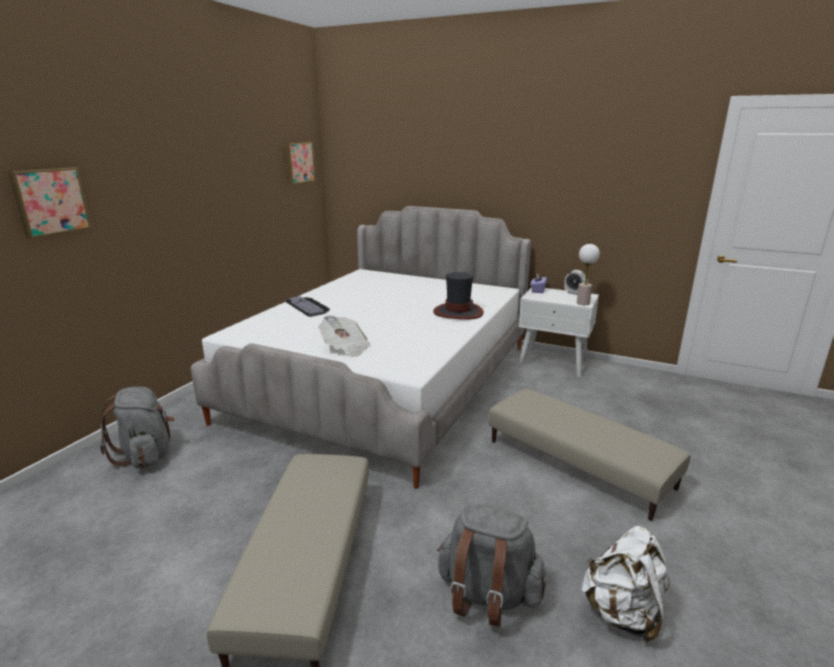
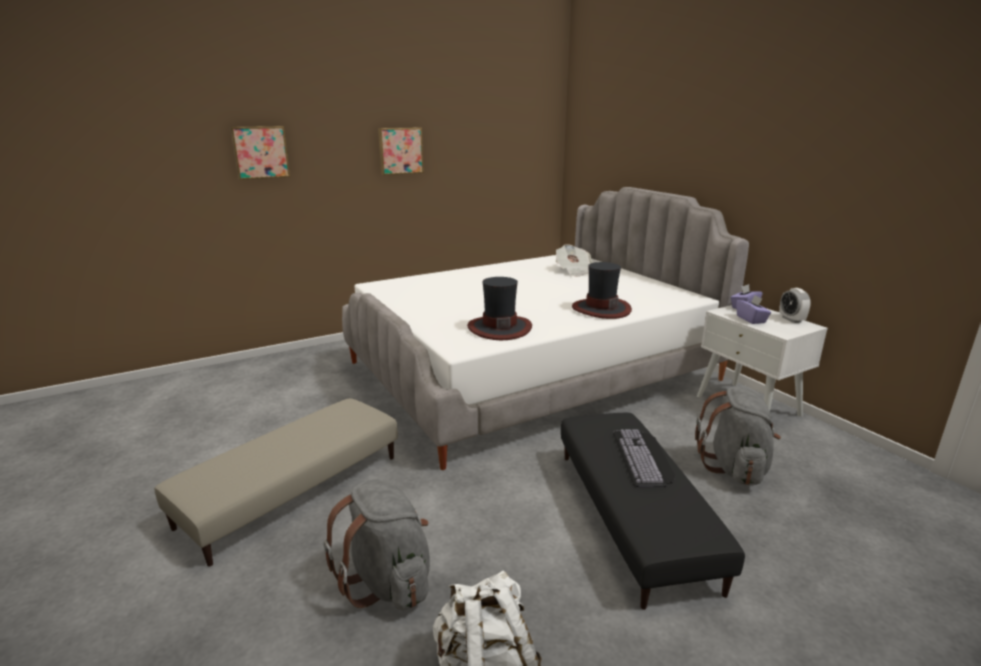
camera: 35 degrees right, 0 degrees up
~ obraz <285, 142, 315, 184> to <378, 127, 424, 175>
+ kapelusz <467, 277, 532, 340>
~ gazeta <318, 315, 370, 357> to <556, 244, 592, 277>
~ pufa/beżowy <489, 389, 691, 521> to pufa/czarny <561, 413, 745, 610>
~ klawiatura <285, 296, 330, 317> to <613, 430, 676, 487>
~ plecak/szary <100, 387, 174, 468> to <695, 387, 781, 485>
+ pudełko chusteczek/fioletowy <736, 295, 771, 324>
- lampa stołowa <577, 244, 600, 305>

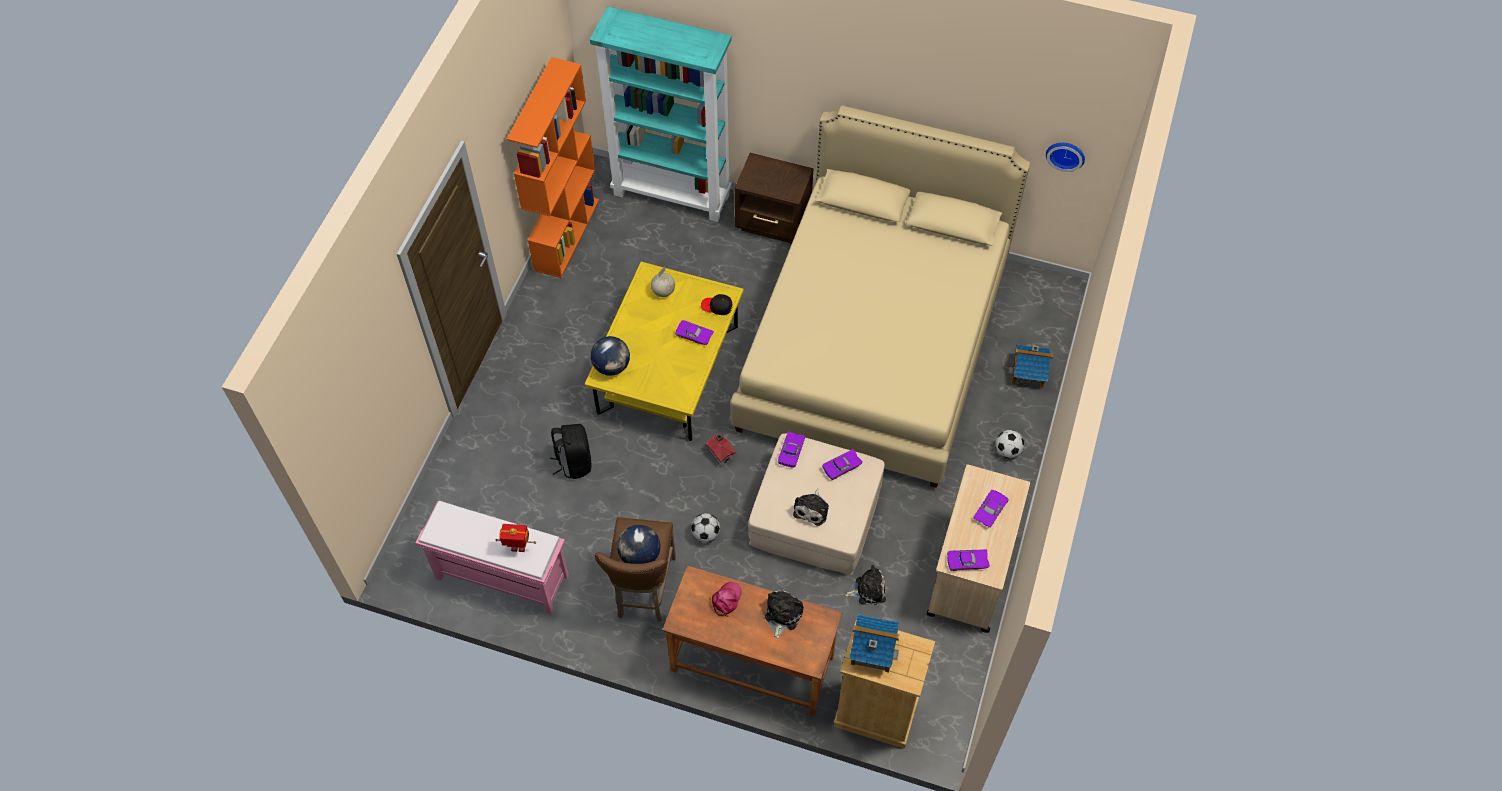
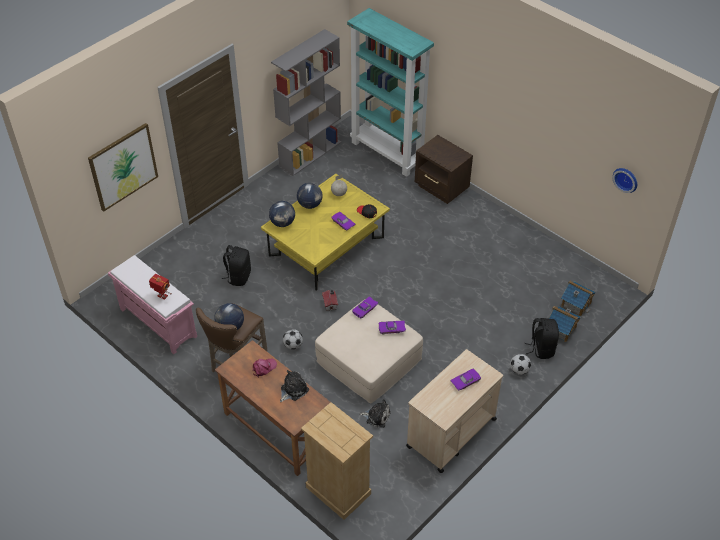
camera: 25 degrees right, 10 degrees down
+ obraz <88, 123, 158, 212>
~ regał/pomarańczowy <507, 57, 599, 278> to regał/szary <271, 29, 341, 176>
+ globus <297, 183, 323, 209>
+ plecak/czarny <524, 318, 559, 359>
~ domek <850, 614, 900, 672> to <561, 280, 596, 316>
- łóżko/beżowy <730, 105, 1030, 488>
- pluszak <793, 489, 829, 526>
- samochodzik/fioletowy <947, 549, 990, 571>

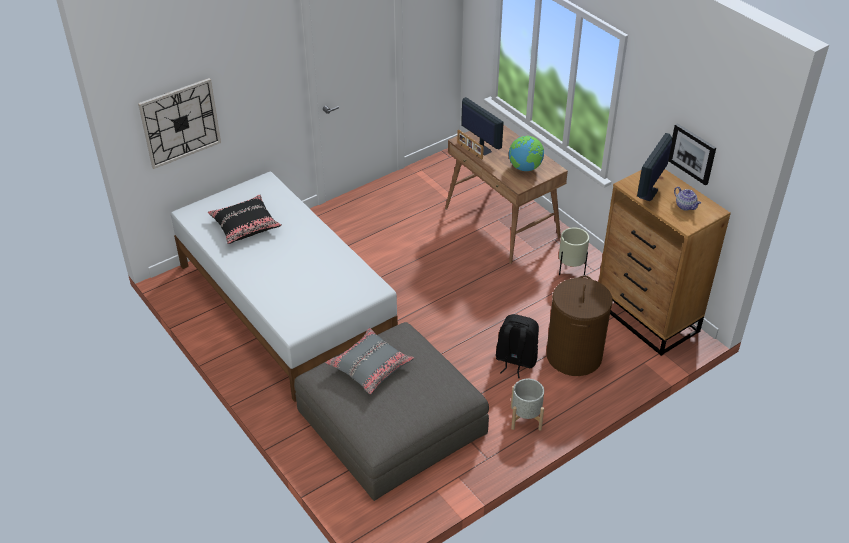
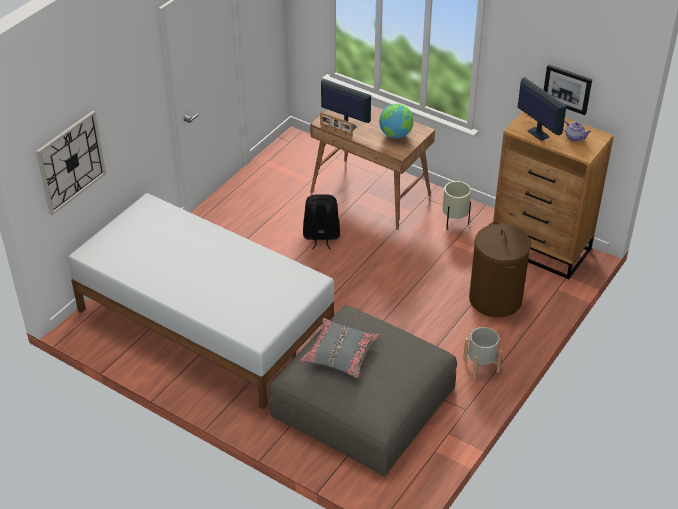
camera: 20 degrees left, 0 degrees up
~ plecak/czarny <496, 314, 539, 378> to <303, 194, 340, 249>
~ monitor <637, 133, 672, 201> = <518, 77, 567, 141> 135 degrees clockwise
- poduszka/czarny <208, 195, 282, 244>

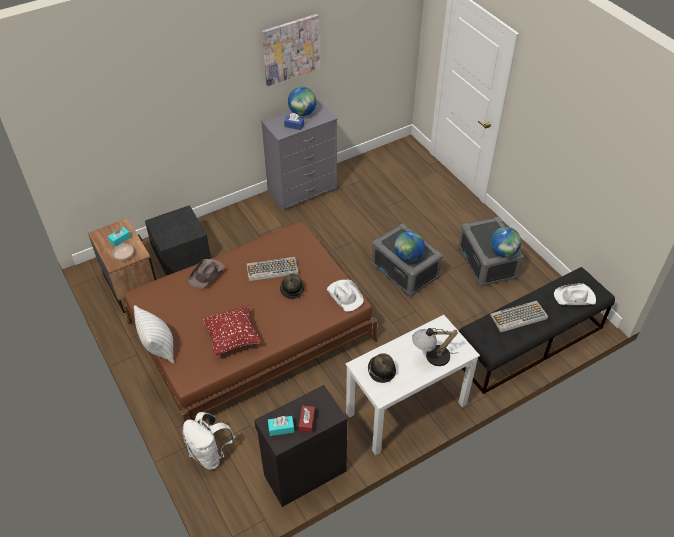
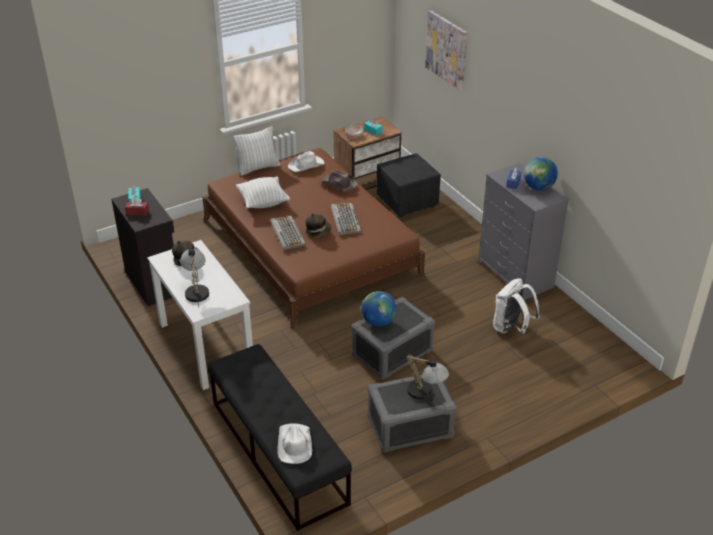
camera: 90 degrees right, 10 degrees down
~ poduszka/czerwony <203, 305, 262, 356> to poduszka/biały <236, 177, 290, 208>
~ klawiatura <490, 301, 548, 332> to <271, 216, 306, 250>
~ kapelusz/biały <327, 280, 364, 312> to <288, 151, 325, 172>
+ lampa stołowa <403, 354, 449, 399>
~ obraz <262, 14, 320, 86> to <425, 10, 467, 91>
~ plecak/biały <182, 412, 236, 470> to <493, 278, 540, 334>
- globus <490, 227, 521, 257>

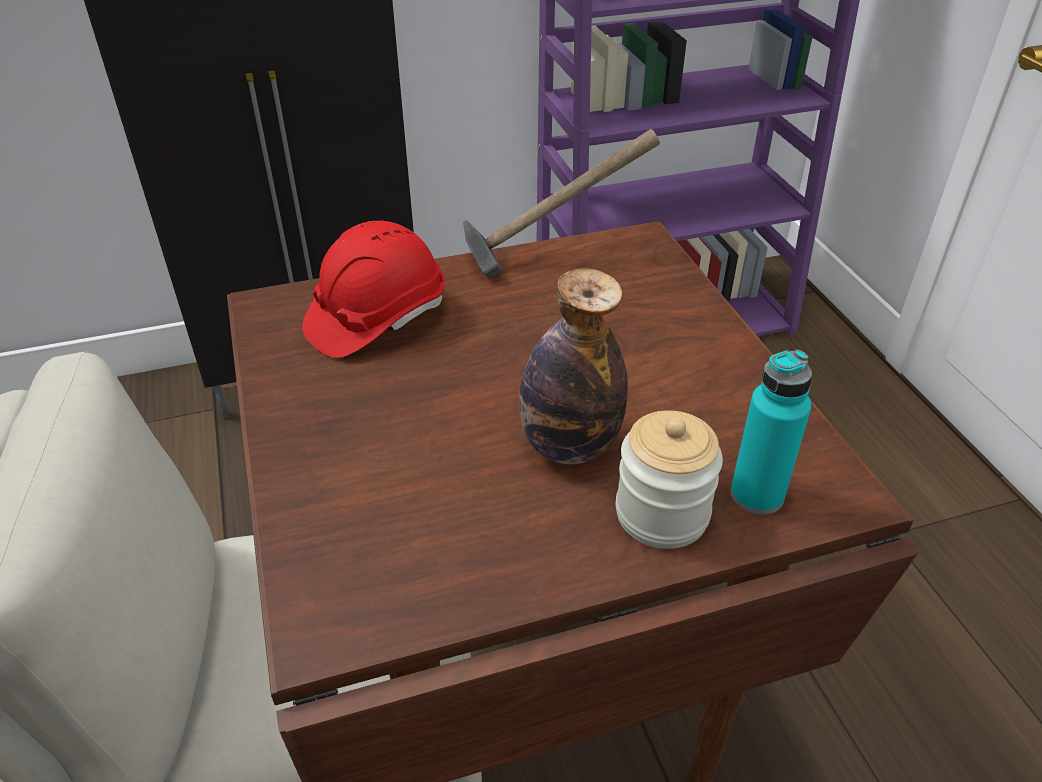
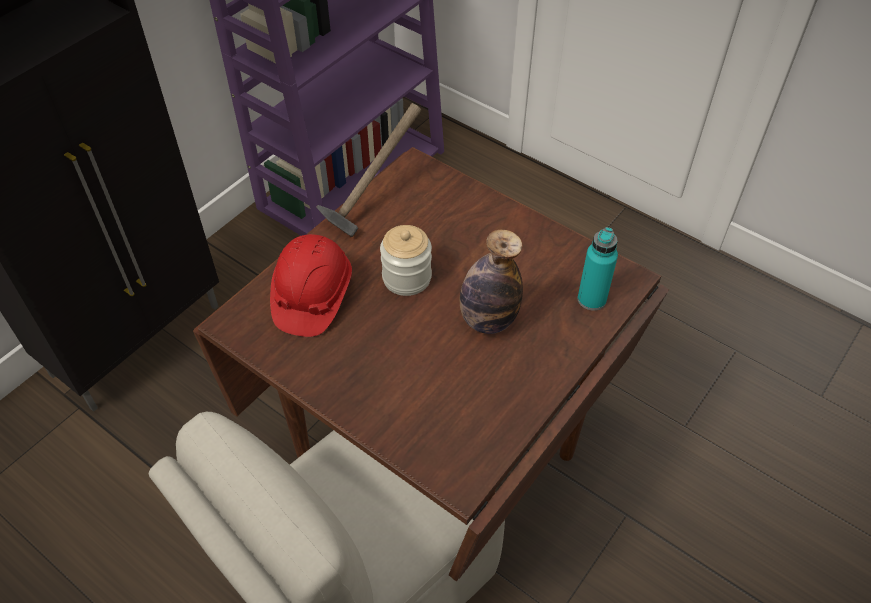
camera: 35 degrees left, 10 degrees up
~ słoik <616, 410, 723, 549> to <380, 225, 432, 296>

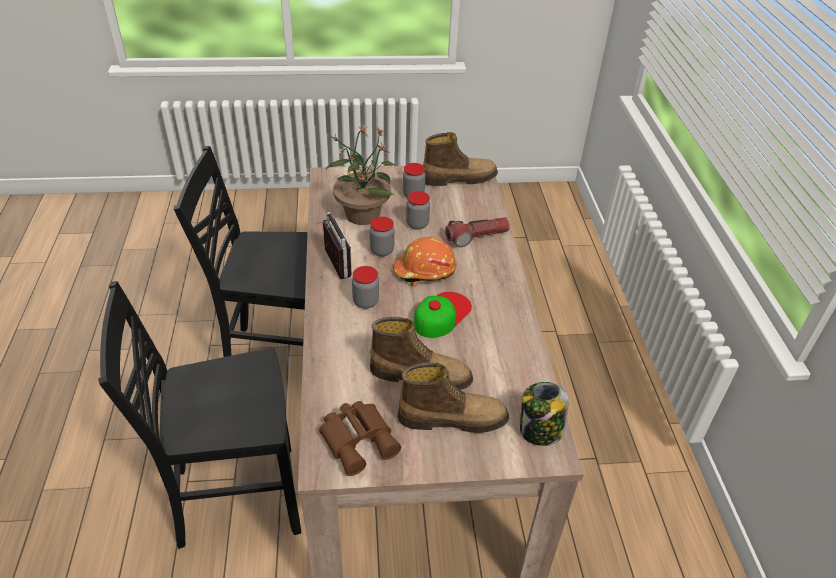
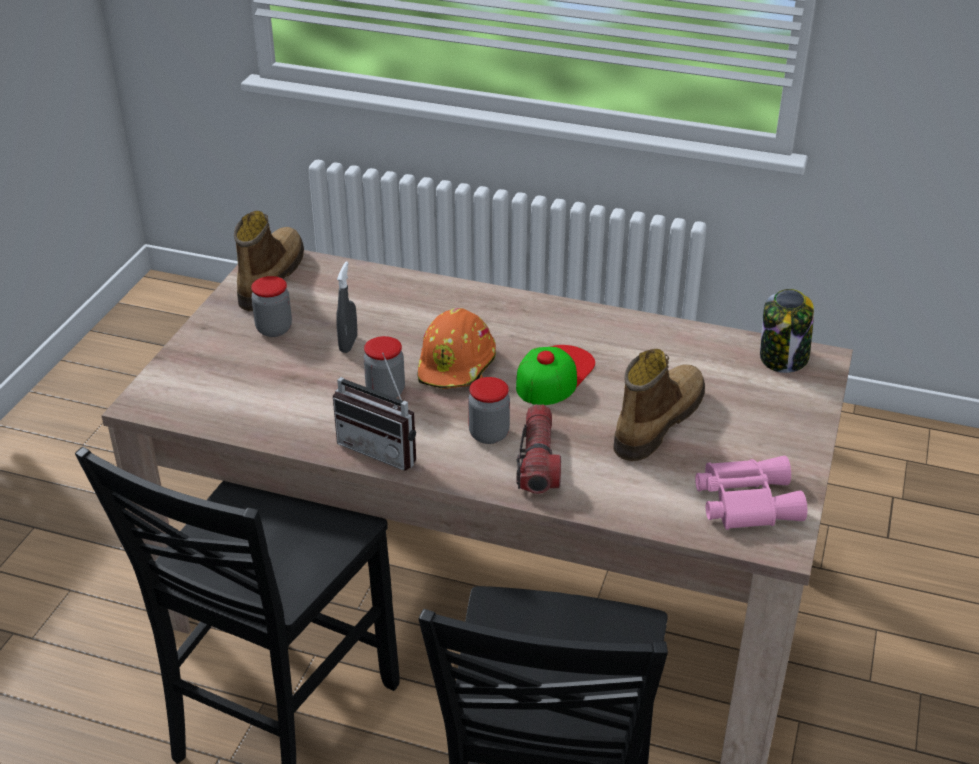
camera: 65 degrees left, 5 degrees down
~ radio <316, 212, 352, 279> = <333, 353, 416, 471> 150 degrees counterclockwise
~ słoik <406, 191, 430, 230> to spryskiwacz/szary <336, 261, 357, 353>
~ czapka z daszkiem <414, 292, 472, 338> = <516, 345, 595, 405> 60 degrees clockwise
~ latarka <445, 217, 509, 247> to <516, 404, 561, 494>
~ lornetka/brązowy <319, 401, 401, 476> to lornetka/różowy <695, 456, 807, 530>
- roślina doniczkowa <326, 125, 394, 225>
- but z cholewką <398, 363, 509, 433>

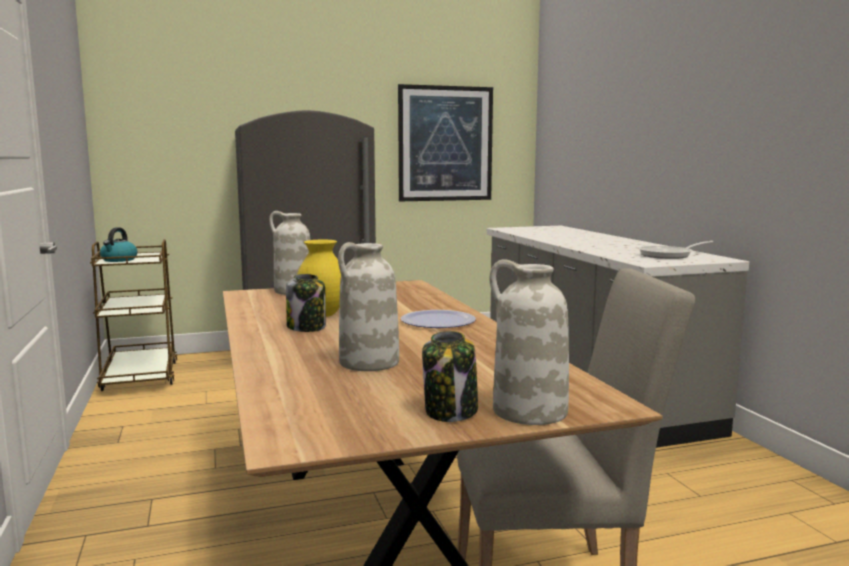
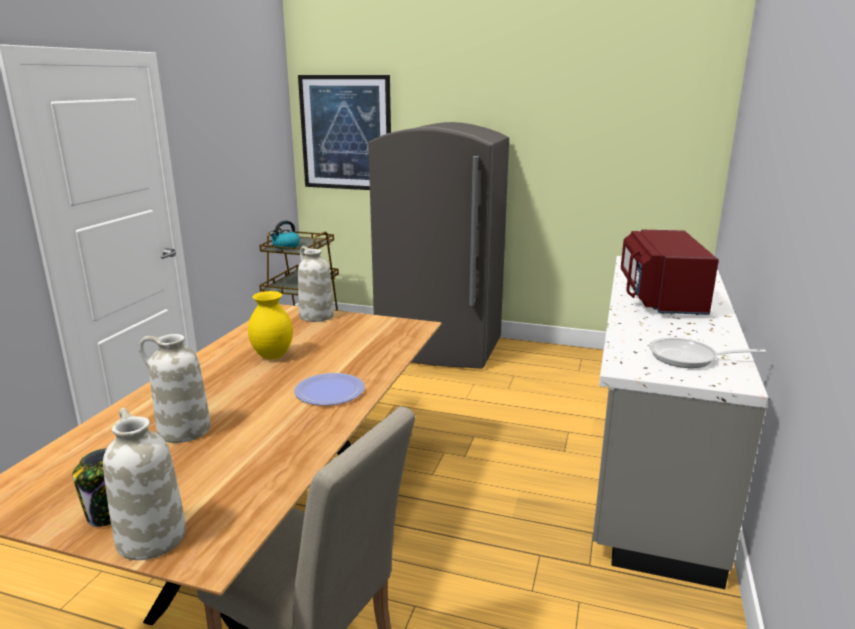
camera: 35 degrees right, 10 degrees up
~ obraz <398, 84, 493, 201> to <298, 75, 391, 190>
+ mikrofalówka/czerwony <621, 230, 719, 315>
- słoik <286, 274, 326, 332>

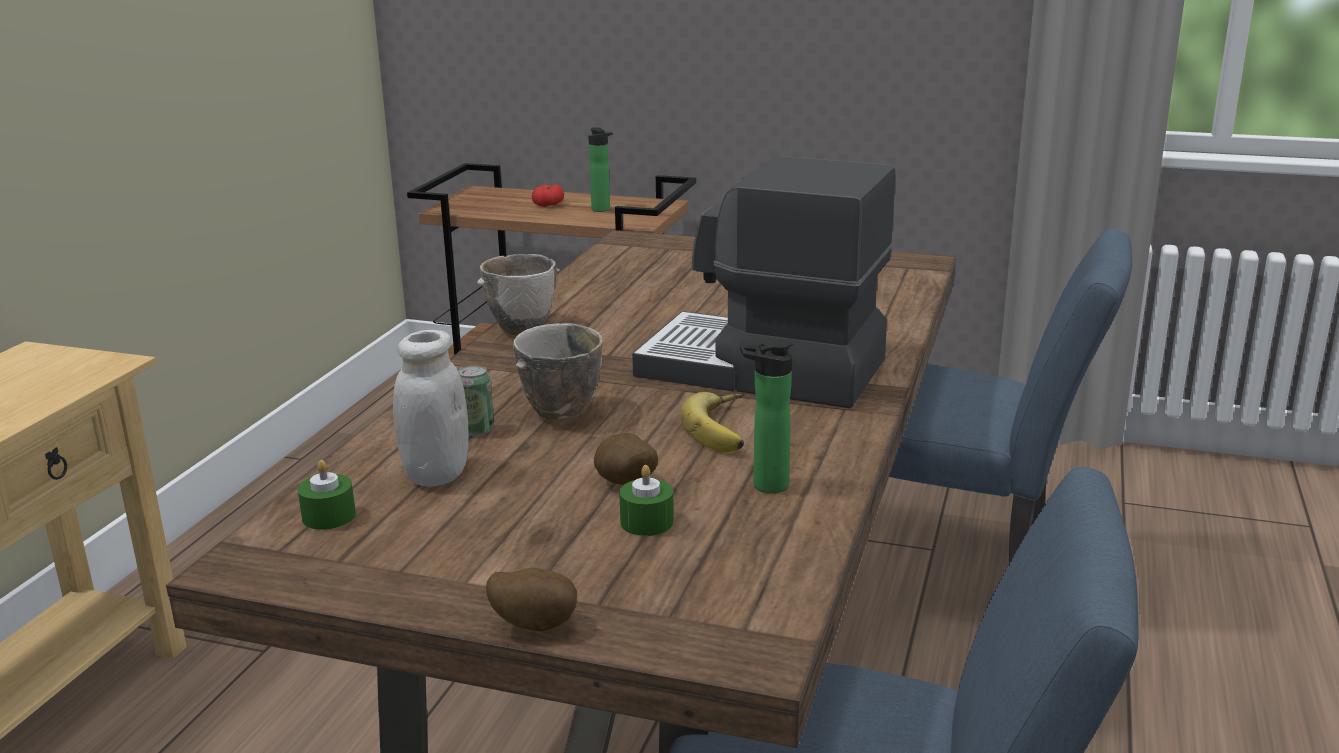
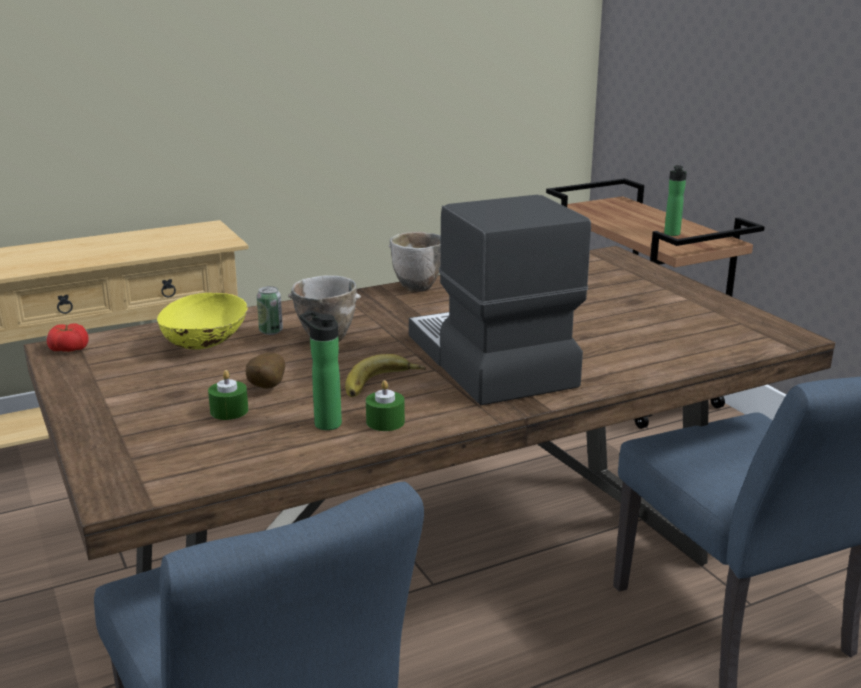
camera: 45 degrees right, 0 degrees up
~ pomidor <532, 184, 564, 207> to <47, 323, 88, 352>
~ słoik/biały <393, 330, 469, 487> to miska/żółty <157, 293, 248, 350>
~ świeca/zielony <298, 460, 356, 530> to <366, 380, 405, 431>
- ziemniak <486, 568, 577, 631>

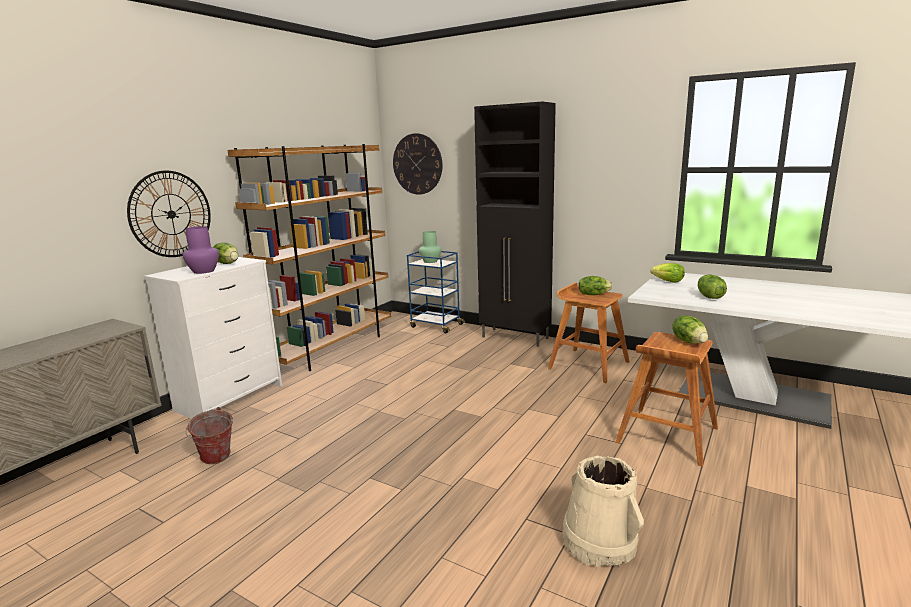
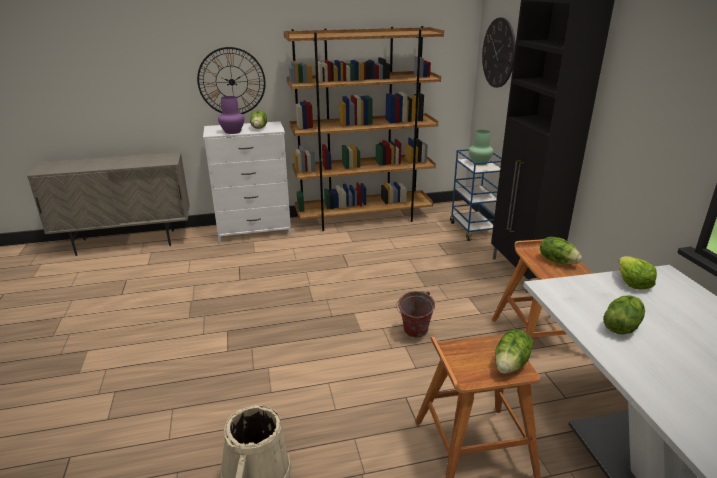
camera: 45 degrees right, 10 degrees up
~ wiadro <186, 407, 233, 464> to <396, 291, 435, 338>

